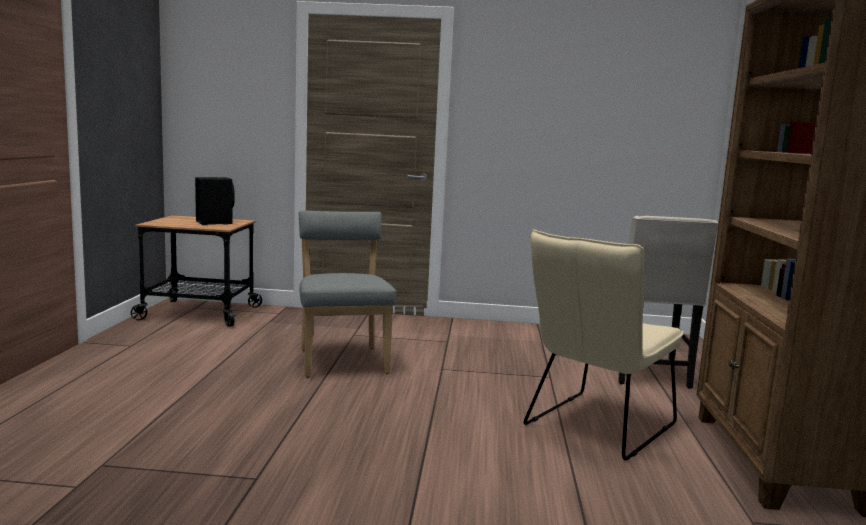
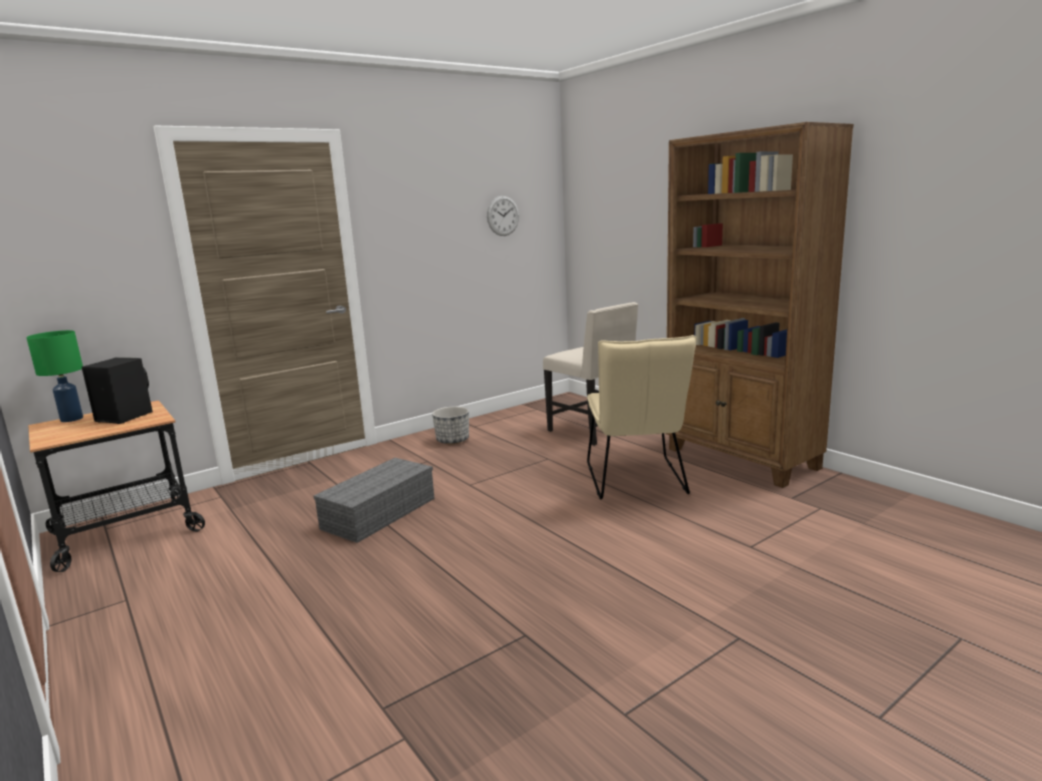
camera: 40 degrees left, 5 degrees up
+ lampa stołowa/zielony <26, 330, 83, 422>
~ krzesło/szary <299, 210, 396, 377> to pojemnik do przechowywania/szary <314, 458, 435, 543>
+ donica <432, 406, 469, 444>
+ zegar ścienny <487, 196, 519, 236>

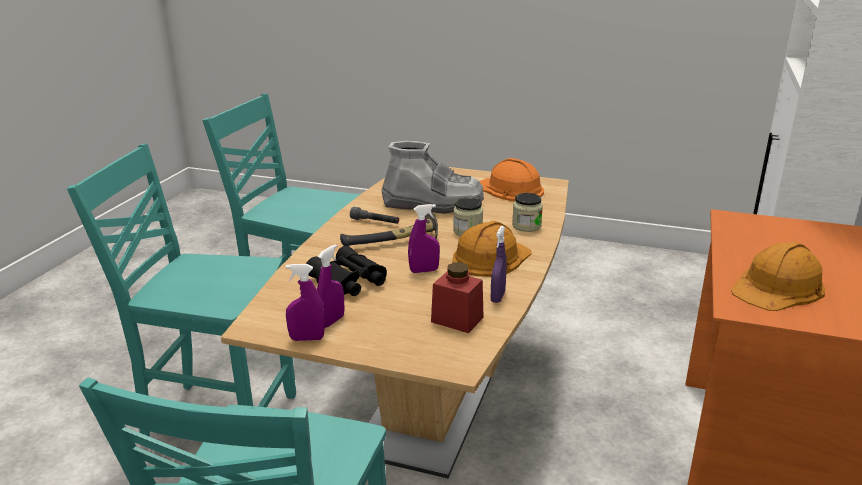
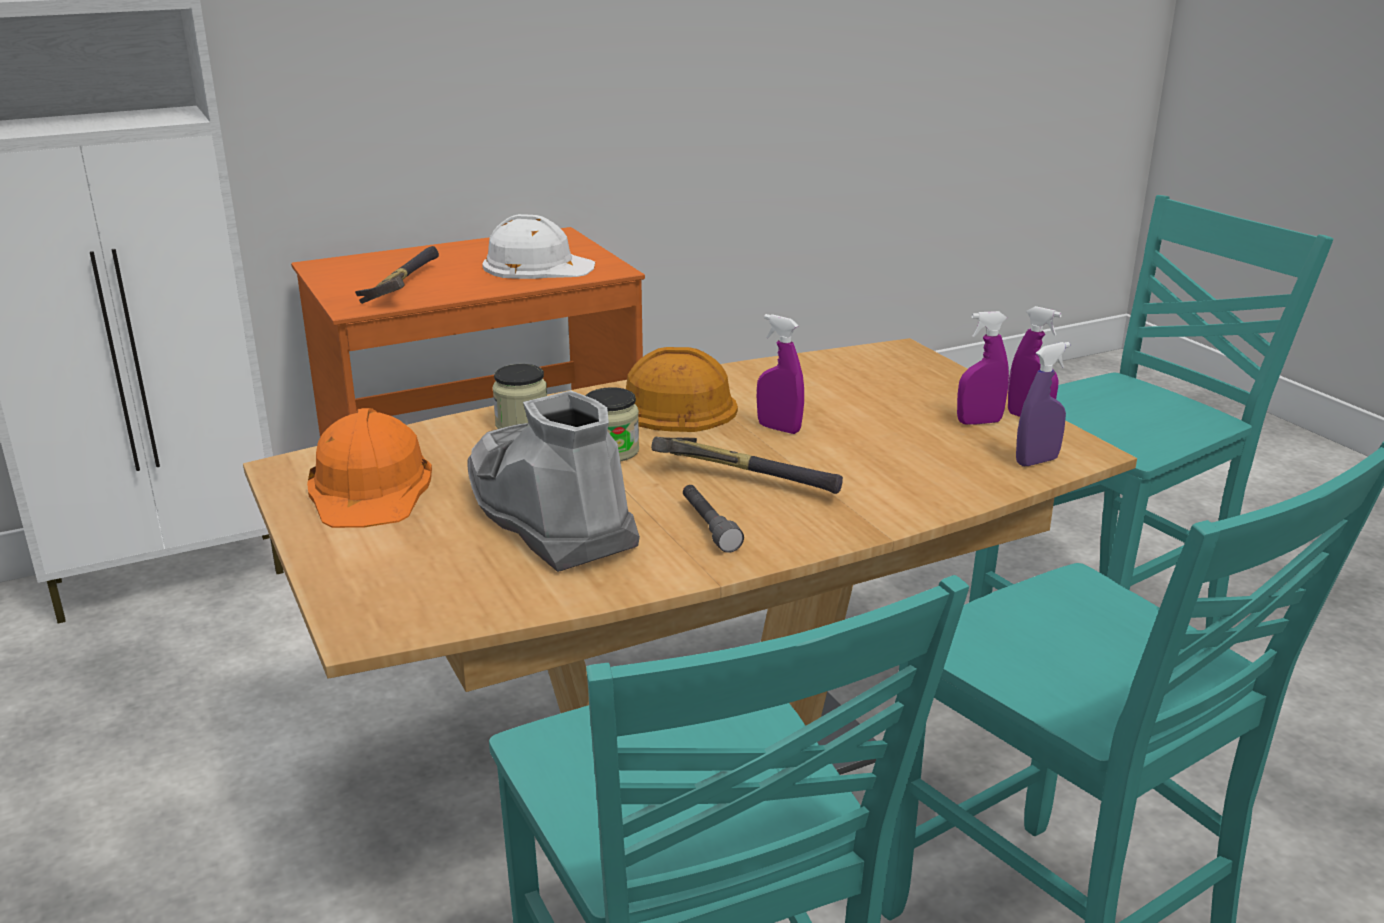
camera: 135 degrees left, 0 degrees up
+ młotek <355, 246, 439, 304>
~ kask/pomarańczowy <731, 242, 826, 311> to kask/biały <482, 214, 595, 279>
~ spryskiwacz/fioletowy <491, 226, 507, 303> to <1016, 342, 1070, 466>
- lornetka/czarny <306, 246, 387, 296>
- słoik/czerwony <431, 262, 484, 333>

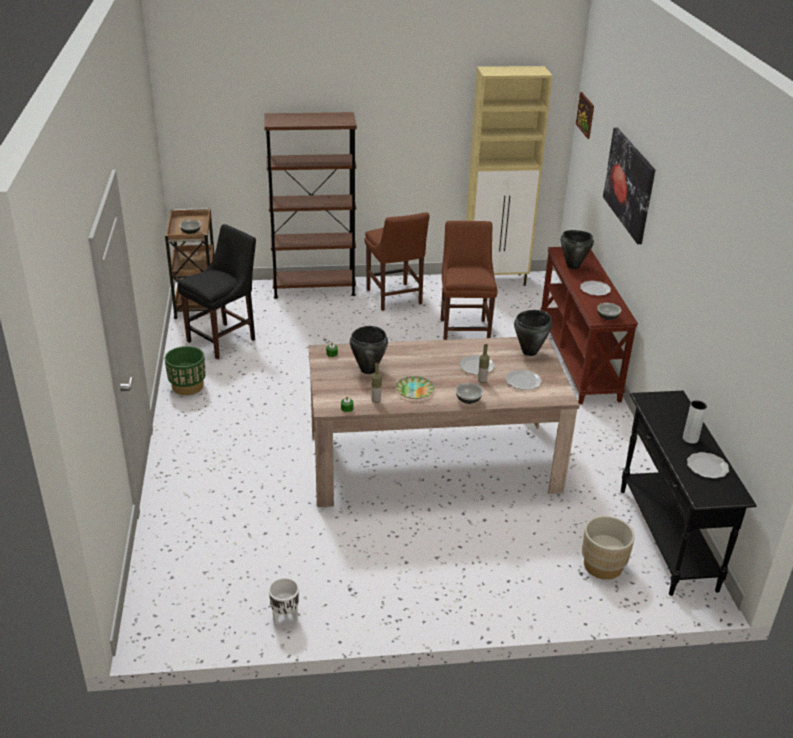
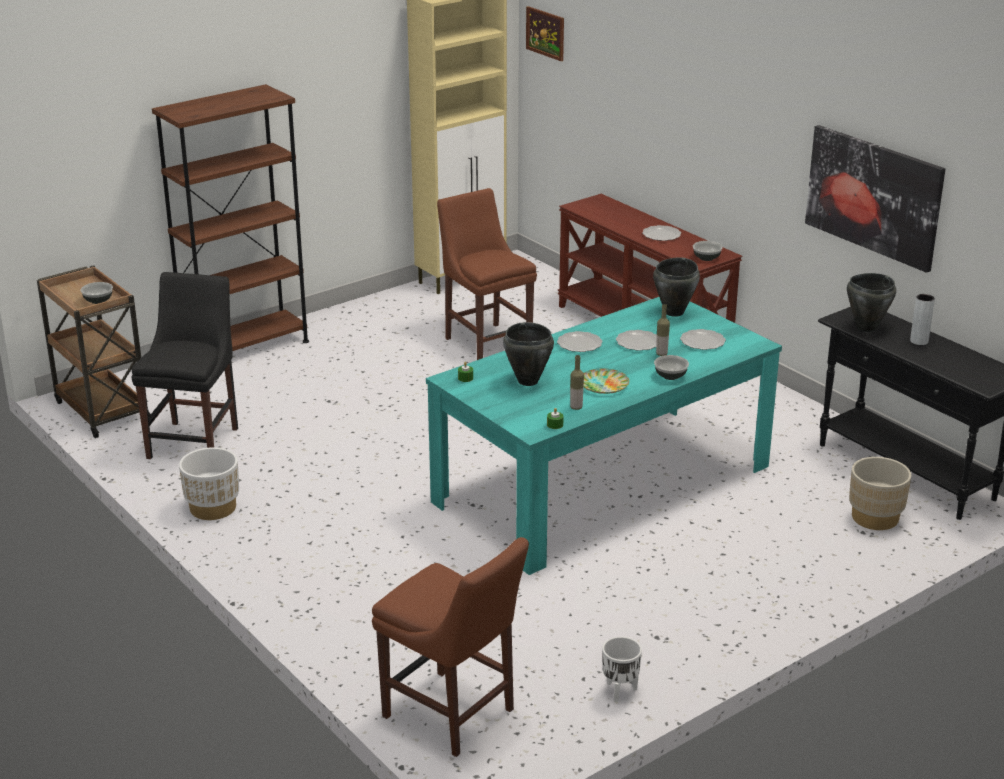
camera: 30 degrees left, 5 degrees down
~ donica/zielony <165, 346, 206, 395> to donica/biały <179, 447, 239, 520>
~ krzesło/brązowy <364, 212, 430, 311> to <372, 537, 529, 757>
~ stół jadalny/beżowy <309, 337, 579, 507> to stół jadalny/turkusowy <426, 297, 782, 575>
~ talerz <687, 452, 729, 479> to <557, 331, 603, 352>
~ obraz <603, 128, 655, 244> to <805, 125, 945, 273>
~ garnek/czarny <561, 230, 594, 269> to <847, 273, 896, 332>

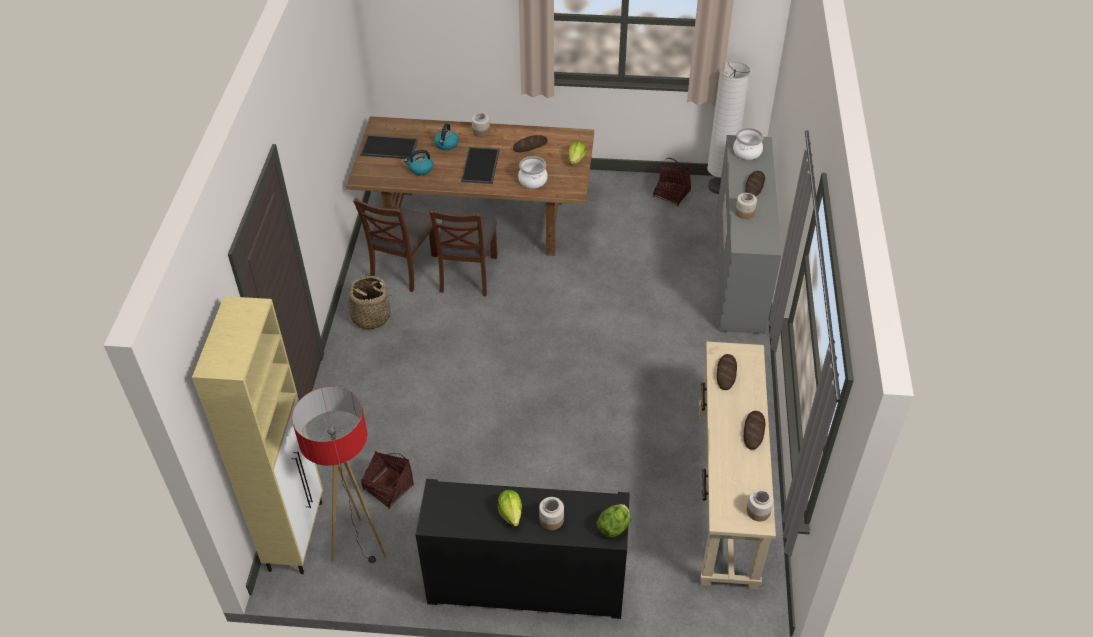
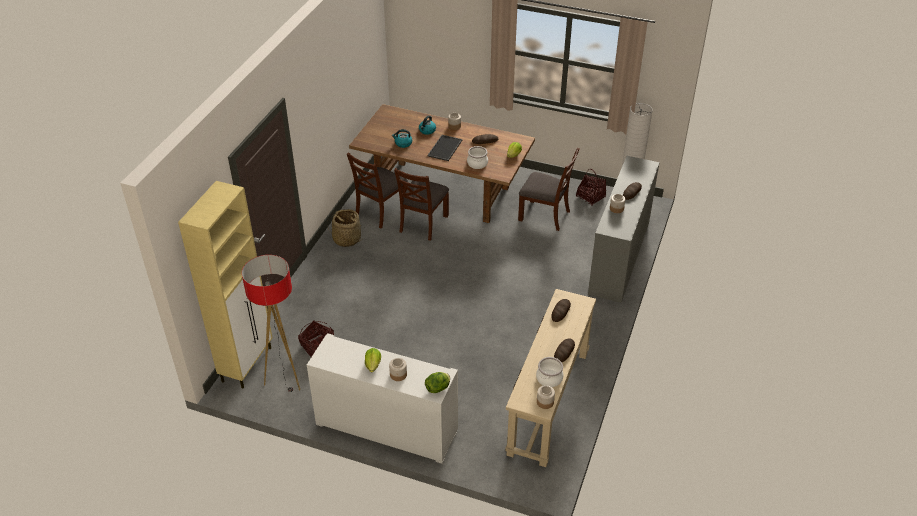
camera: 15 degrees right, 5 degrees down
~ szafka/czarny <415, 479, 630, 619> to szafka/biały <307, 333, 458, 464>
+ krzesło/brązowy <518, 147, 580, 231>
~ garnek <733, 128, 763, 160> to <536, 357, 563, 387>
- taca <360, 135, 418, 159>

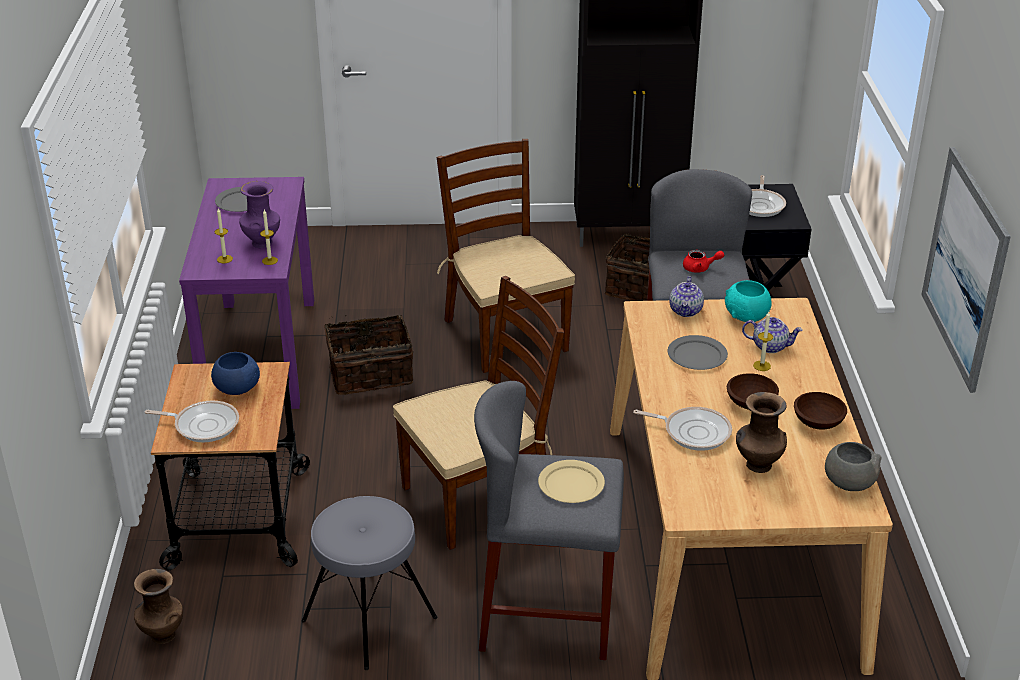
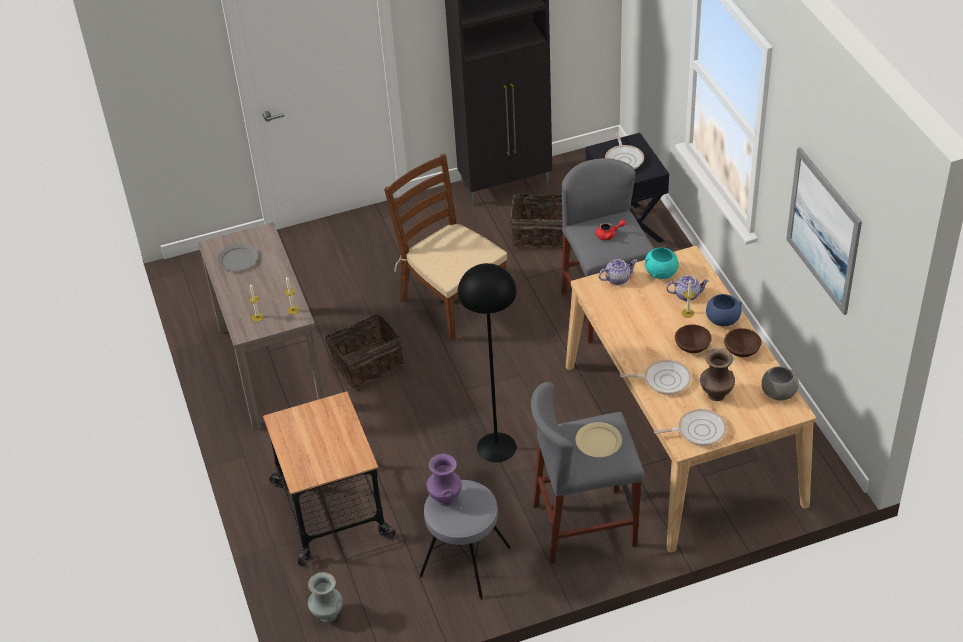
camera: 15 degrees left, 10 degrees up
~ stolik konsolowy/fioletowy <179, 177, 314, 409> to stolik konsolowy/brązowy <198, 222, 326, 430>
~ wazon/brązowy <134, 569, 183, 644> to wazon/szary <308, 572, 343, 622>
~ wazon/fioletowy <239, 181, 280, 248> to <426, 454, 462, 506>
~ krzesło/brązowy <393, 276, 564, 550> to lampa stojąca/czarny <457, 263, 517, 463>
~ imbryk <669, 276, 704, 317> = <598, 259, 637, 285> 105 degrees counterclockwise
~ patelnia <145, 400, 239, 442> to <654, 409, 727, 446>
~ miska/niebieski <211, 352, 260, 395> to <706, 294, 742, 326>
- talerz/szary <668, 335, 728, 370>

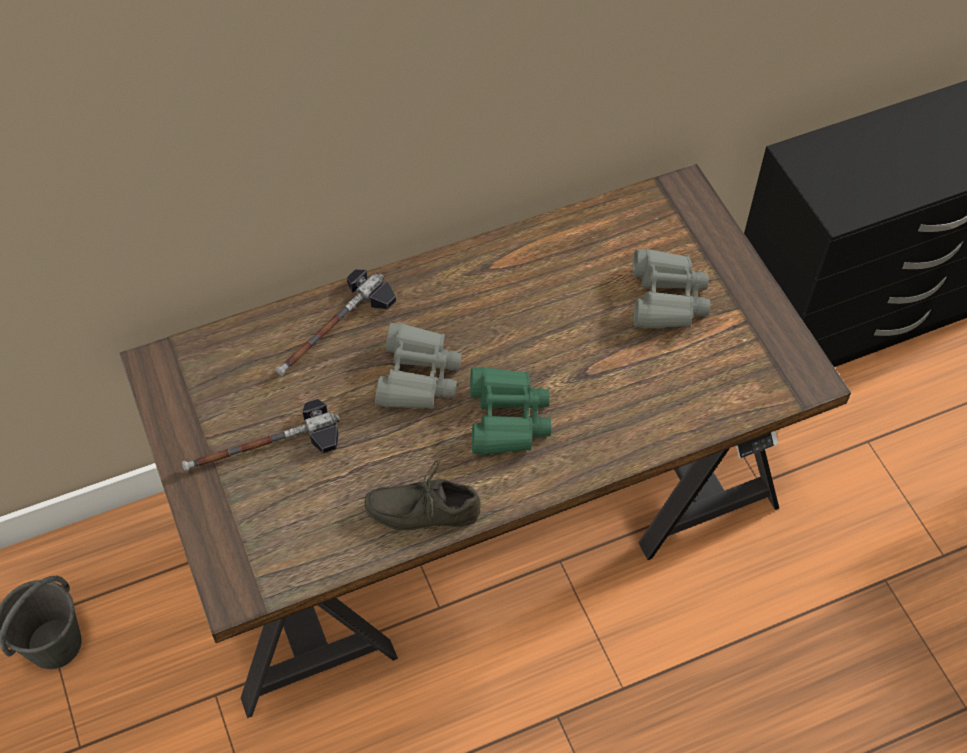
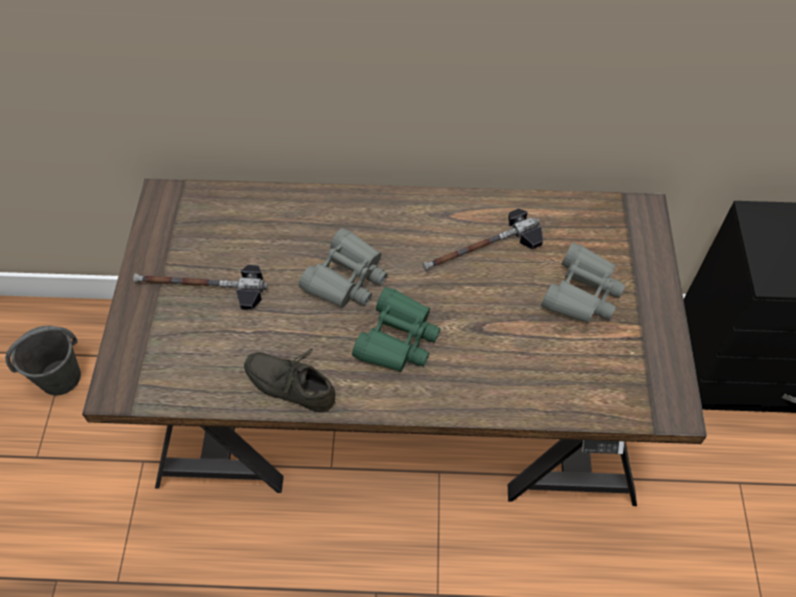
camera: 25 degrees right, 0 degrees up
~ młotek <275, 269, 396, 376> to <423, 208, 543, 271>

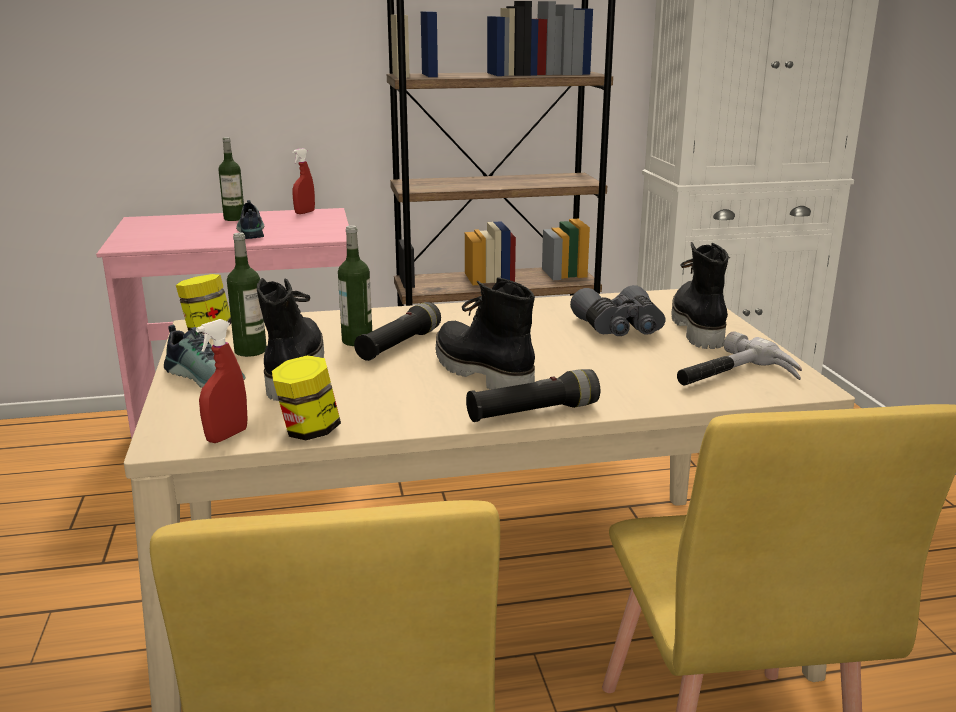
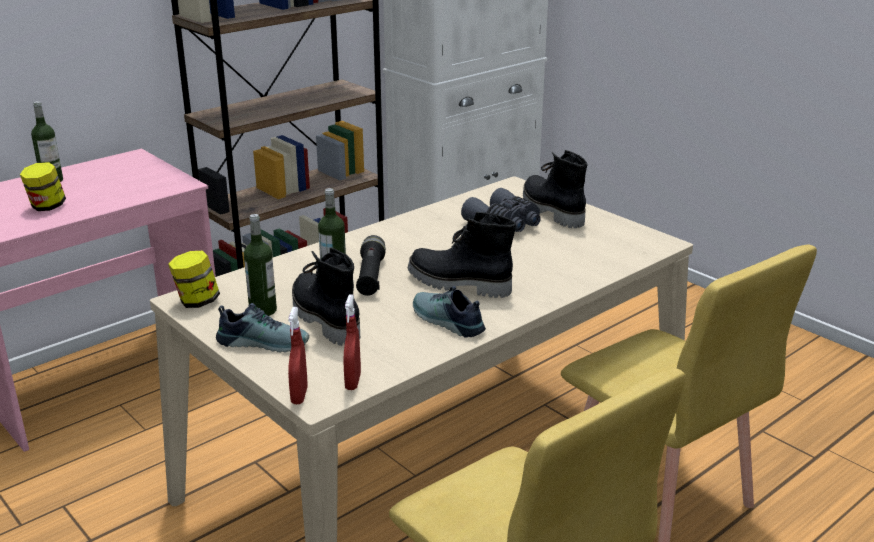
camera: 30 degrees left, 5 degrees up
~ słoik <272, 355, 341, 440> to <20, 162, 66, 211>
~ spryskiwacz/czerwony <292, 148, 315, 214> to <288, 307, 308, 404>
~ but <236, 200, 264, 239> to <413, 286, 486, 338>
- latarka/czarny <466, 369, 600, 422>
- młotek <677, 331, 802, 385>

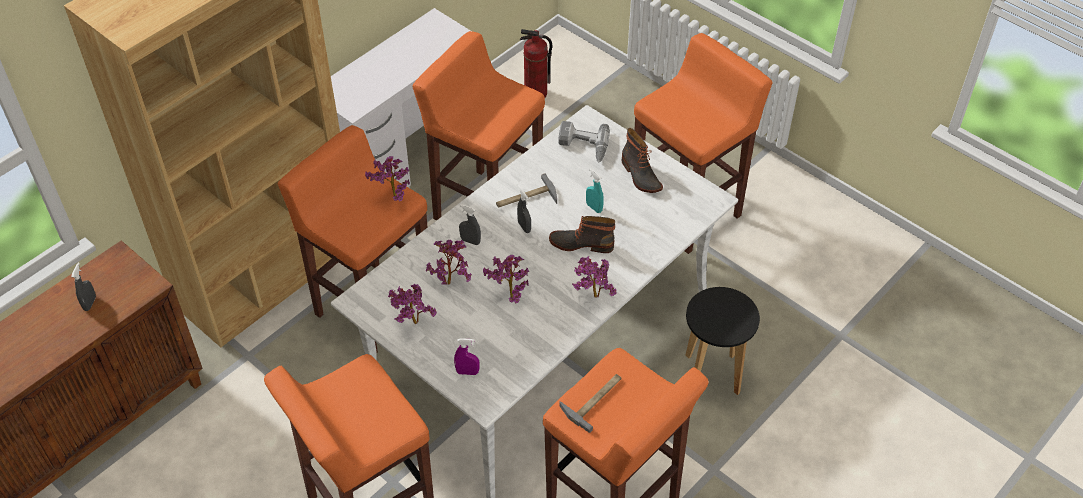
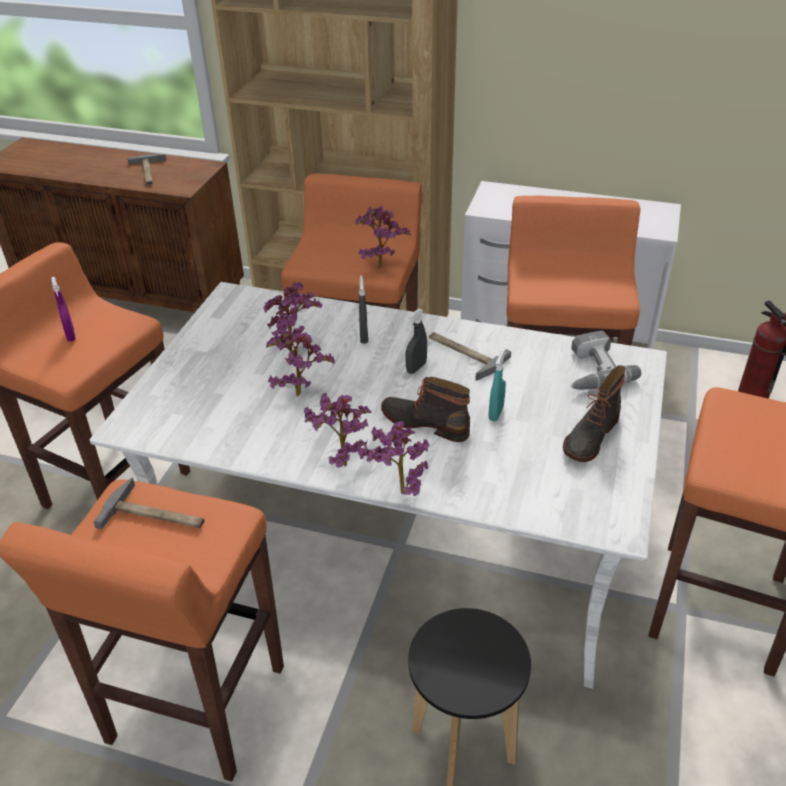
camera: 65 degrees right, 10 degrees down
~ spryskiwacz/fioletowy <454, 338, 479, 375> to <51, 277, 76, 341>
~ spryskiwacz/szary <71, 263, 96, 311> to młotek <128, 154, 166, 185>
~ roślina doniczkowa <388, 284, 437, 324> to <358, 421, 430, 496>
~ but z cholewką <549, 216, 615, 253> = <381, 377, 470, 442> 45 degrees counterclockwise

